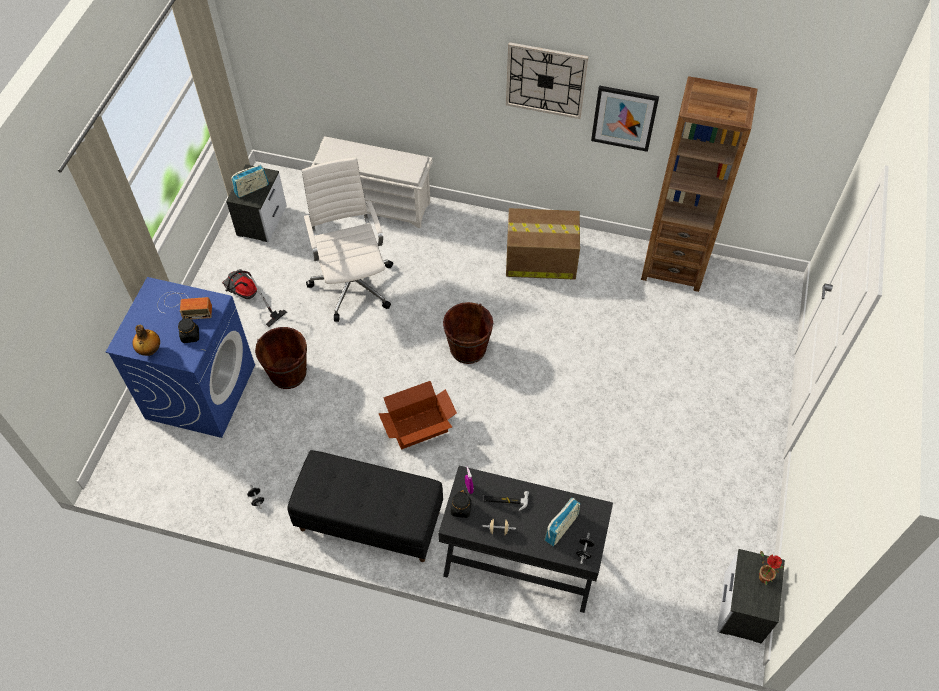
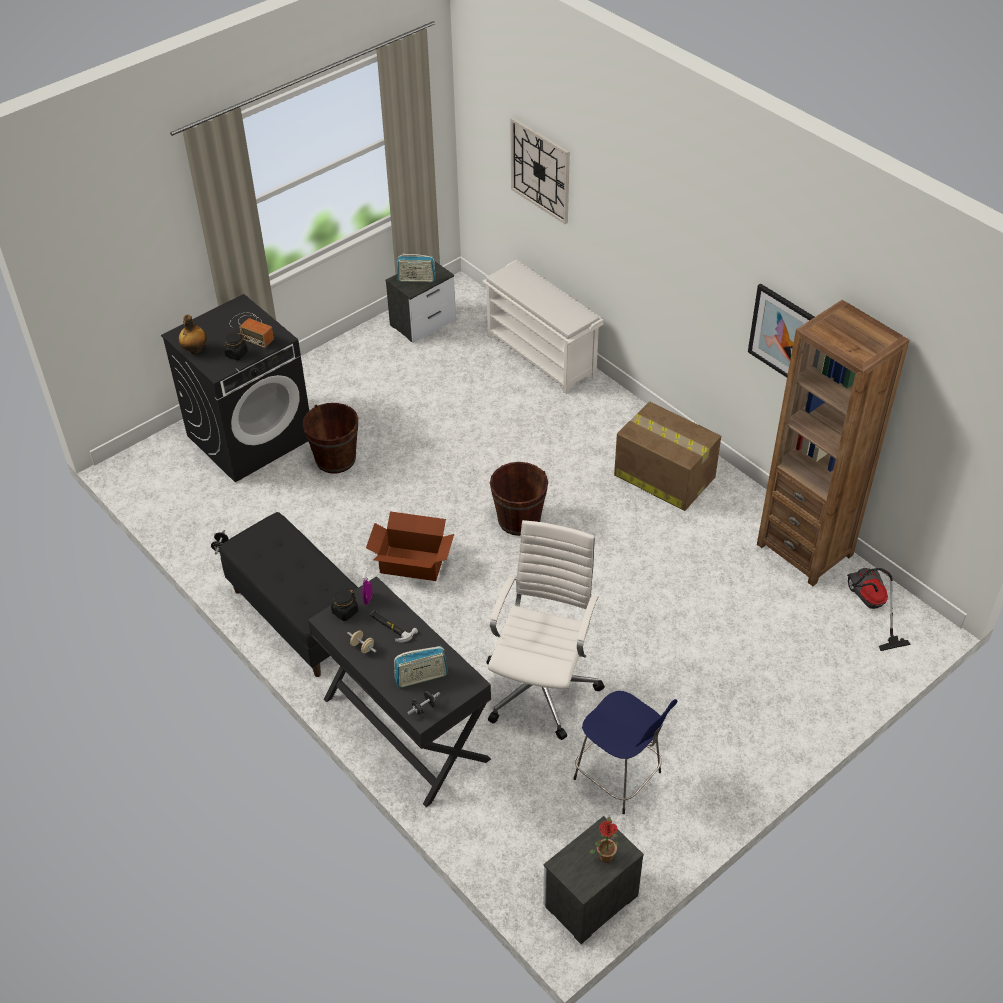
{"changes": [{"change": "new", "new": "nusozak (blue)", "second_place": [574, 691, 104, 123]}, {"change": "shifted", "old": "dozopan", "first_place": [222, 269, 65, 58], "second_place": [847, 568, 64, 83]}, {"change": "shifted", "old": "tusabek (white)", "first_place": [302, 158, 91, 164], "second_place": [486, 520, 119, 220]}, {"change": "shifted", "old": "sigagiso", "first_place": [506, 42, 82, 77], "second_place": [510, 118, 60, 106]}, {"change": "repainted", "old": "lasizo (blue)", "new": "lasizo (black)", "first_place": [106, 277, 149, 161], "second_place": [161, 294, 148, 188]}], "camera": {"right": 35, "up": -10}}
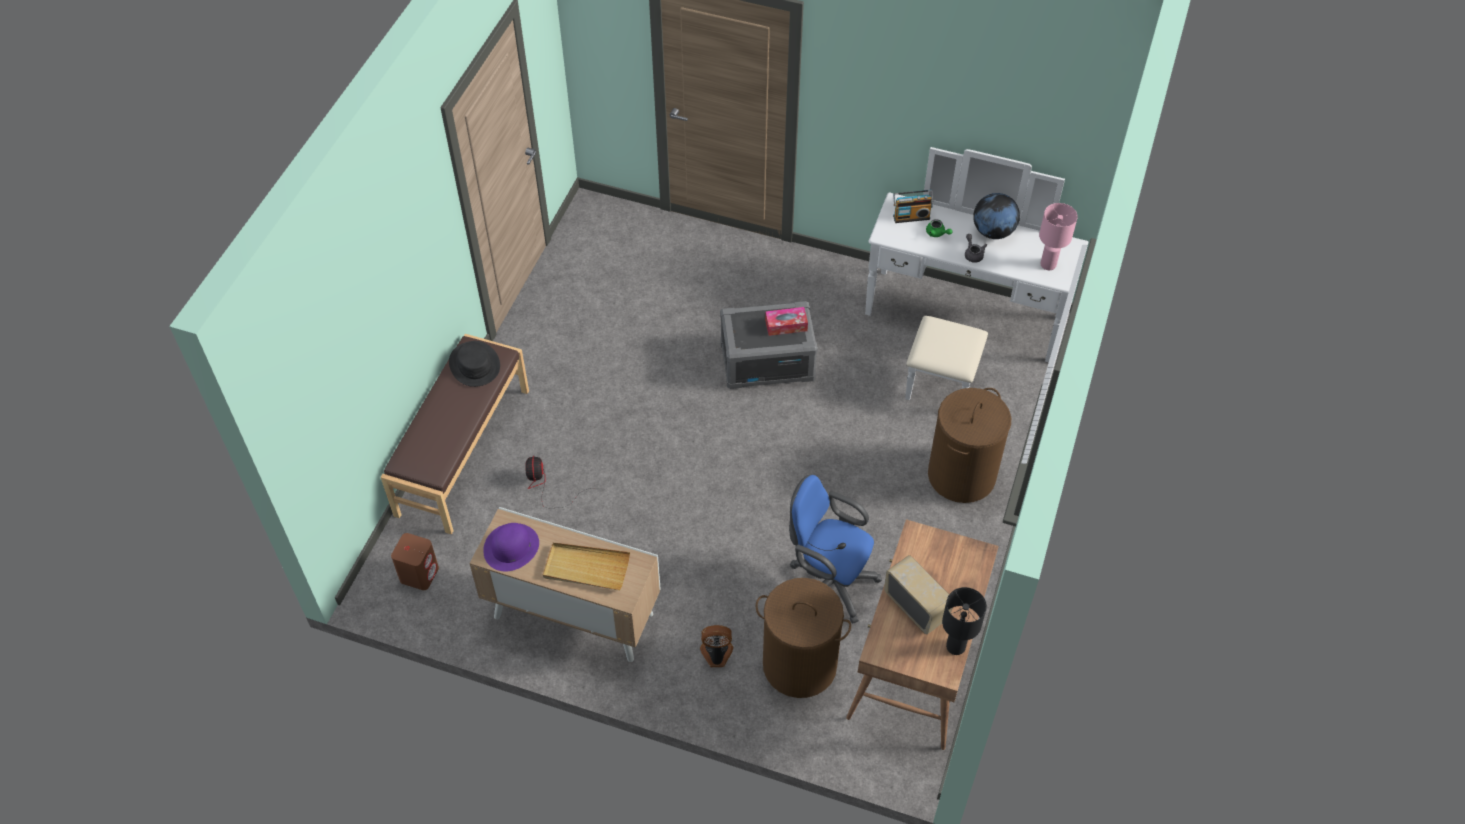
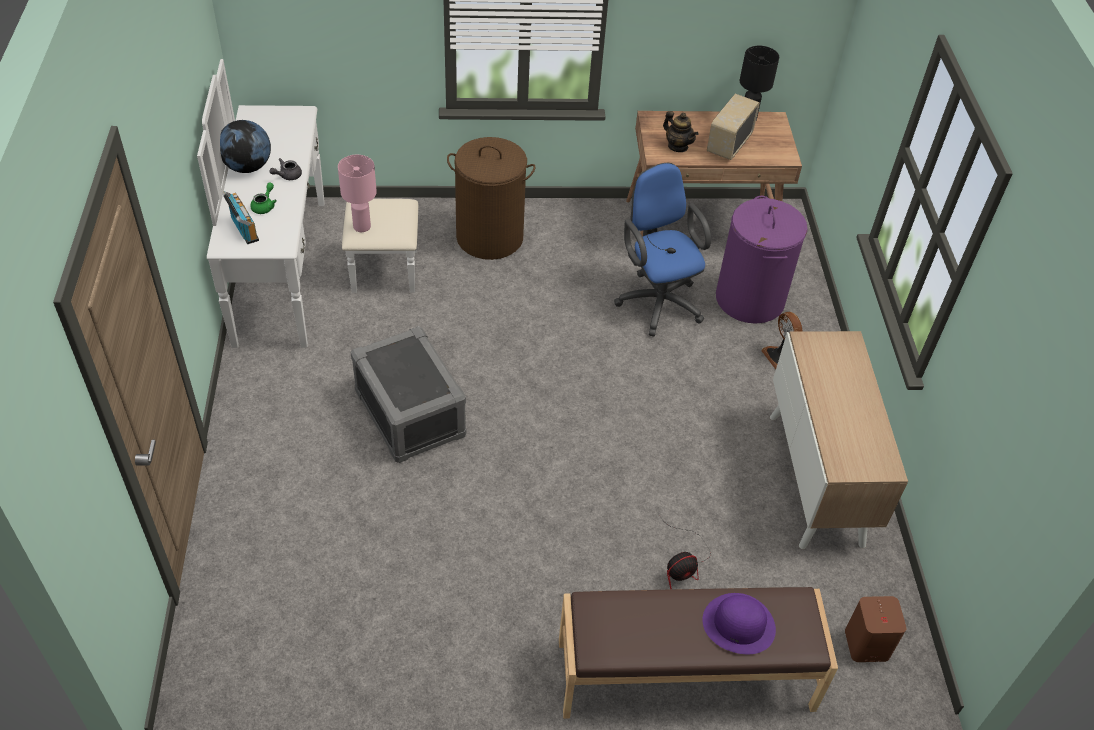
{"changes": [{"change": "gone", "old": "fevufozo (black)", "first_place": [449, 341, 51, 46]}, {"change": "gone", "old": "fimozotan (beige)", "first_place": [543, 542, 87, 49]}, {"change": "gone", "old": "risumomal", "first_place": [765, 307, 43, 29]}, {"change": "new", "new": "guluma", "second_place": [663, 111, 36, 41]}, {"change": "shifted", "old": "fevufozo (purple)", "first_place": [483, 523, 56, 49], "second_place": [702, 593, 74, 61]}, {"change": "shifted", "old": "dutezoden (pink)", "first_place": [1039, 203, 39, 67], "second_place": [338, 155, 39, 77]}, {"change": "repainted", "old": "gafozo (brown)", "new": "gafozo (purple)", "first_place": [756, 578, 95, 120], "second_place": [716, 196, 92, 128]}, {"change": "rotated", "old": "tusabek (blue)", "first_place": [789, 474, 93, 150], "second_place": [614, 163, 97, 173], "degrees": 150}], "camera": {"right": -115, "up": -5}}
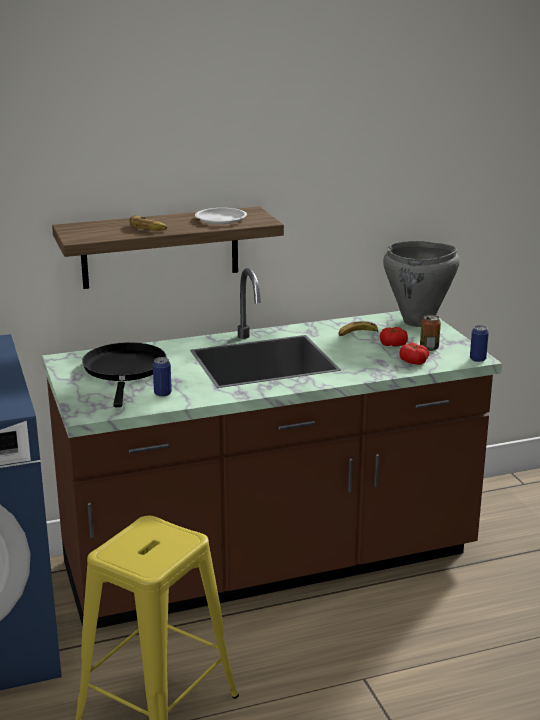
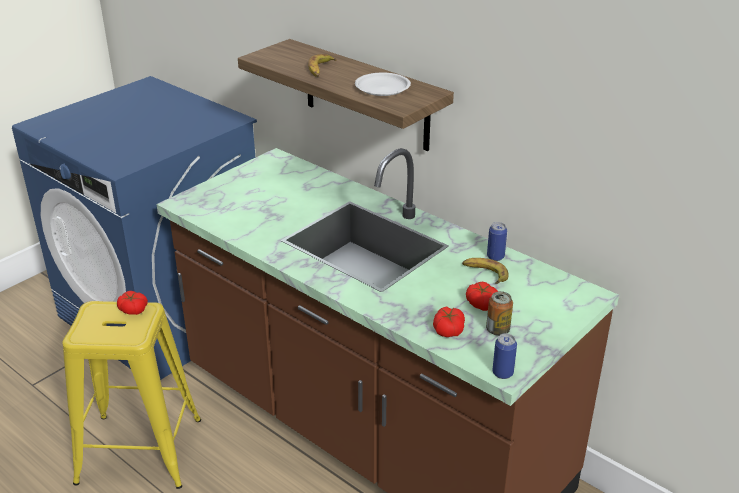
{"changes": [{"change": "gone", "old": "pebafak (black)", "first_place": [82, 342, 85, 65]}, {"change": "gone", "old": "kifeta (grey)", "first_place": [383, 241, 77, 86]}, {"change": "new", "new": "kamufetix", "second_place": [117, 291, 31, 24]}, {"change": "shifted", "old": "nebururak", "first_place": [153, 357, 19, 40], "second_place": [487, 222, 20, 39]}], "camera": {"right": 60, "up": 10}}
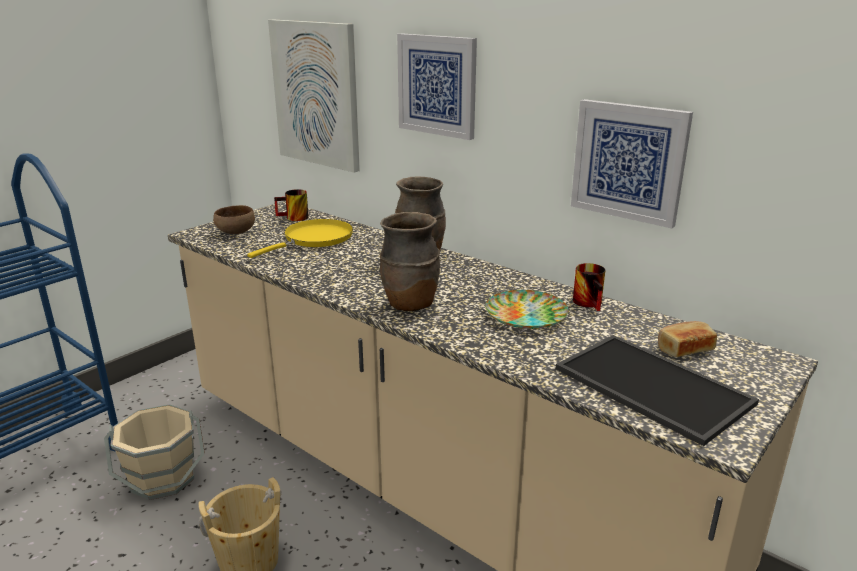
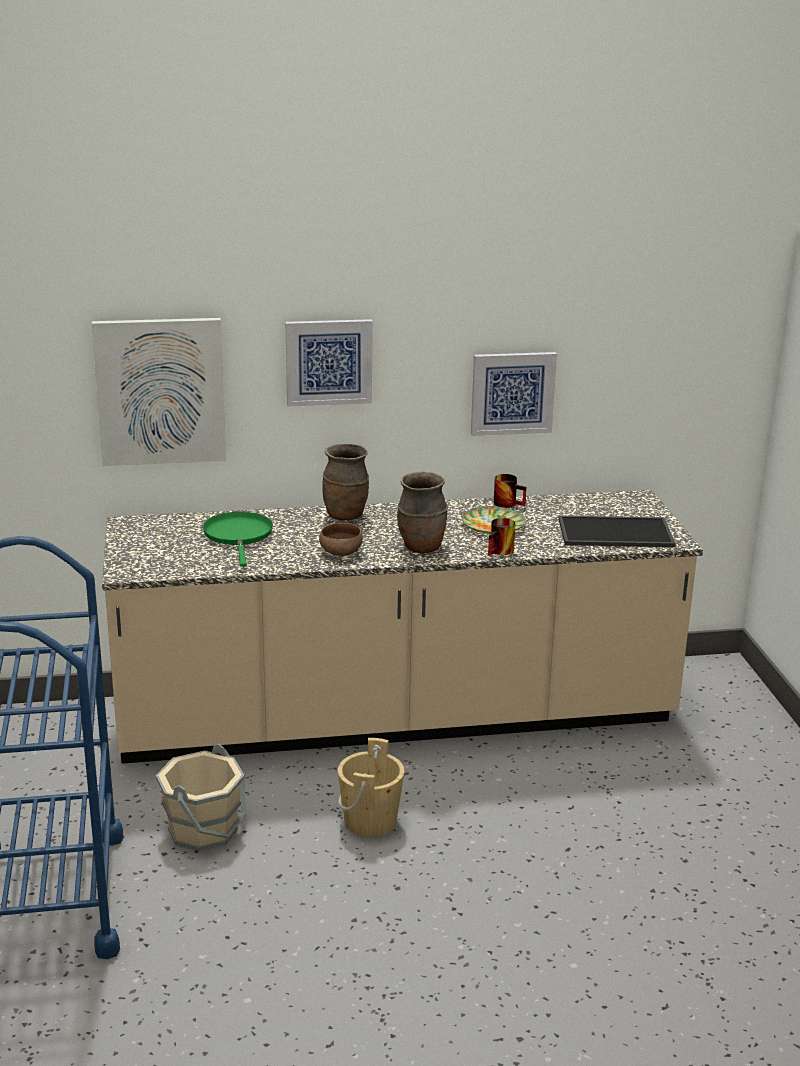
{"changes": [{"change": "gone", "old": "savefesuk", "first_place": [658, 321, 59, 36]}, {"change": "shifted", "old": "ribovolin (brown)", "first_place": [213, 205, 42, 29], "second_place": [319, 523, 44, 33]}, {"change": "shifted", "old": "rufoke", "first_place": [274, 189, 35, 32], "second_place": [488, 518, 28, 38]}, {"change": "repainted", "old": "pebafak (yellow)", "new": "pebafak (green)", "first_place": [247, 219, 106, 39], "second_place": [203, 512, 70, 55]}], "camera": {"right": -50, "up": 0}}
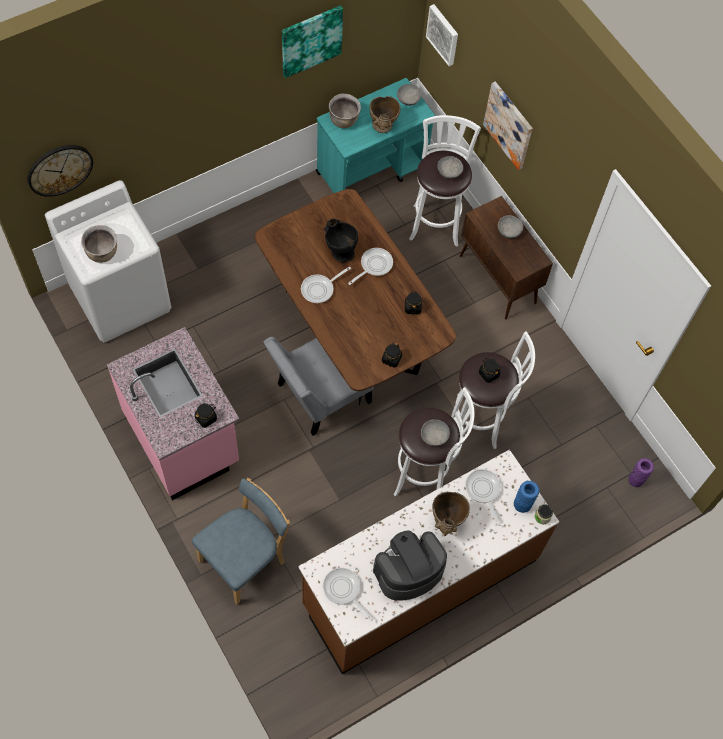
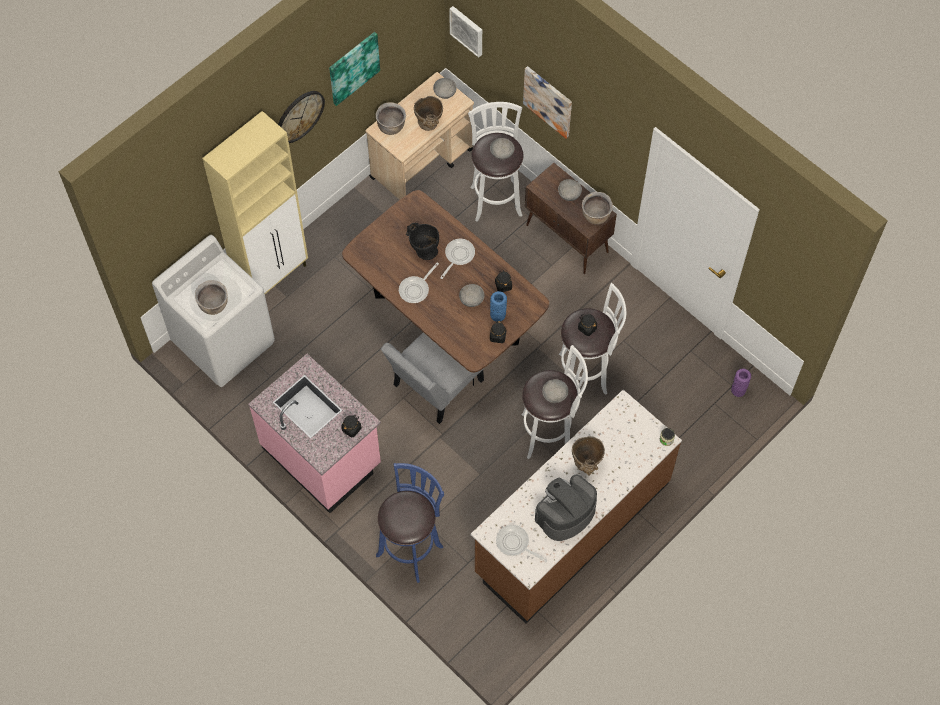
{"changes": [{"change": "gone", "old": "pebafak", "first_place": [465, 469, 36, 57]}, {"change": "new", "new": "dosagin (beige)", "second_place": [202, 111, 106, 183]}, {"change": "new", "new": "ribovolin (grey)", "second_place": [459, 284, 26, 23]}, {"change": "new", "new": "kifeta (brown)", "second_place": [582, 192, 31, 32]}, {"change": "shifted", "old": "sigagiso", "first_place": [27, 145, 66, 52], "second_place": [278, 91, 47, 52]}, {"change": "shifted", "old": "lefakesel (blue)", "first_place": [514, 481, 26, 32], "second_place": [490, 291, 17, 31]}, {"change": "swapped", "old": "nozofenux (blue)", "new": "nusozak (blue)", "first_place": [192, 478, 98, 127], "second_place": [376, 463, 68, 120]}, {"change": "repainted", "old": "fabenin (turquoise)", "new": "fabenin (beige)", "first_place": [316, 78, 119, 115], "second_place": [366, 72, 108, 128]}], "camera": {"right": -10, "up": 0}}
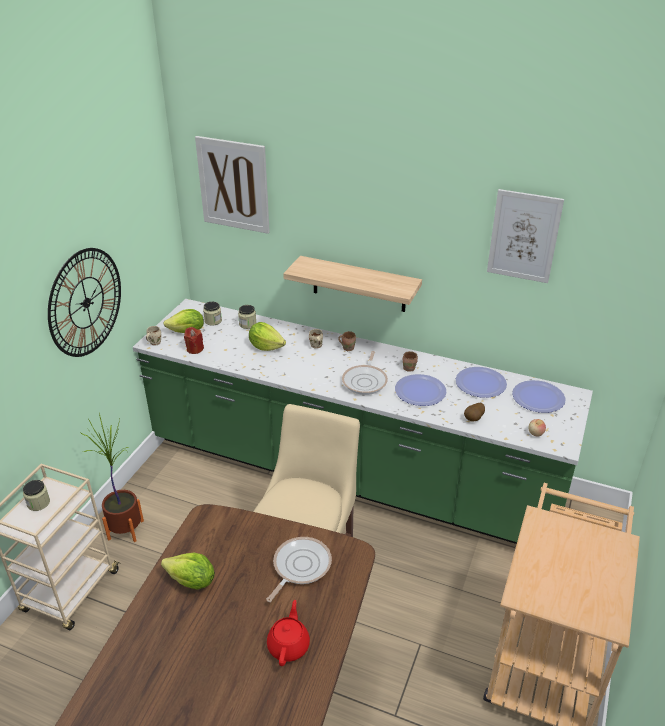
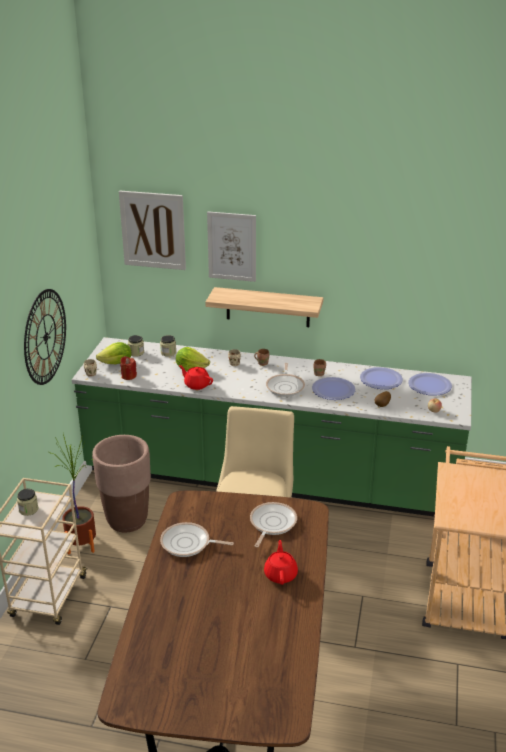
{"changes": [{"change": "new", "new": "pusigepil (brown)", "second_place": [92, 435, 59, 97]}, {"change": "new", "new": "guluma (red)", "second_place": [179, 365, 34, 25]}, {"change": "shifted", "old": "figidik", "first_place": [487, 189, 77, 94], "second_place": [207, 211, 49, 71]}, {"change": "swapped", "old": "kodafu", "new": "pebafak", "first_place": [161, 553, 54, 37], "second_place": [160, 522, 74, 35]}], "camera": {"right": -10, "up": -5}}
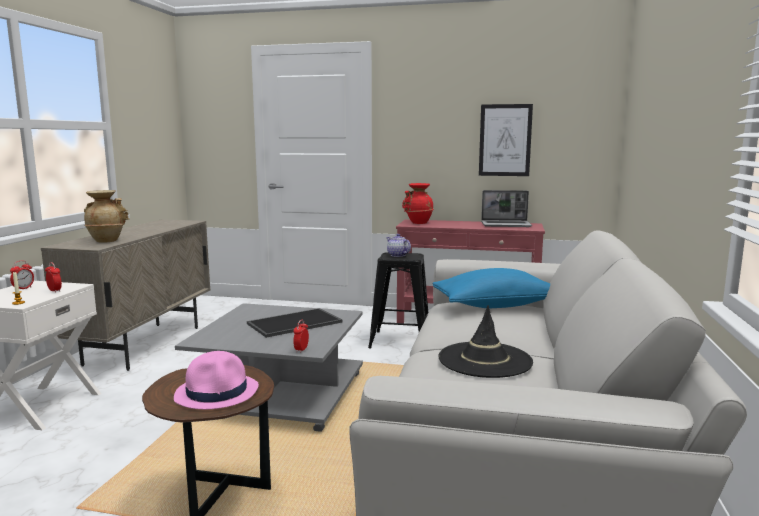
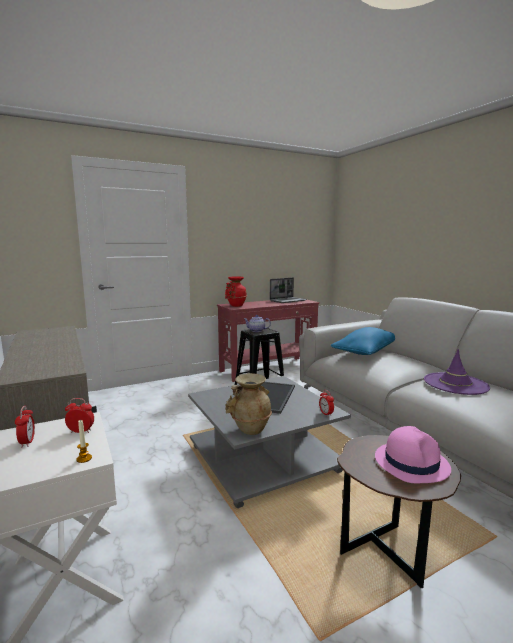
{"changes": [{"change": "gone", "old": "figidik", "first_place": [479, 104, 54, 72]}, {"change": "shifted", "old": "lefakesel (beige)", "first_place": [84, 190, 45, 53], "second_place": [225, 373, 47, 62]}, {"change": "repainted", "old": "fevufozo (black)", "new": "fevufozo (purple)", "first_place": [438, 305, 95, 73], "second_place": [424, 349, 66, 46]}], "camera": {"right": -40, "up": 0}}
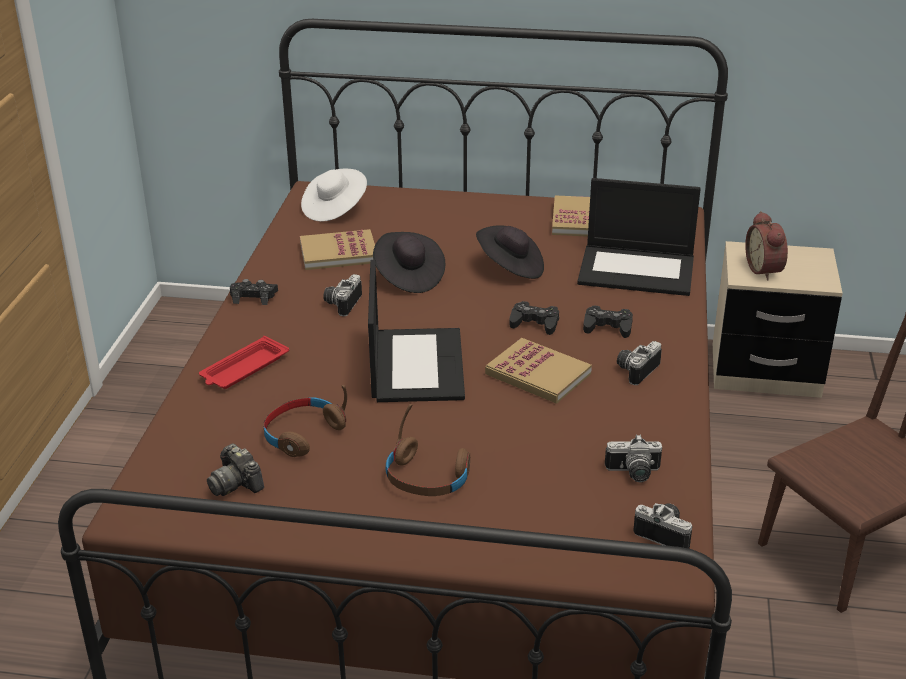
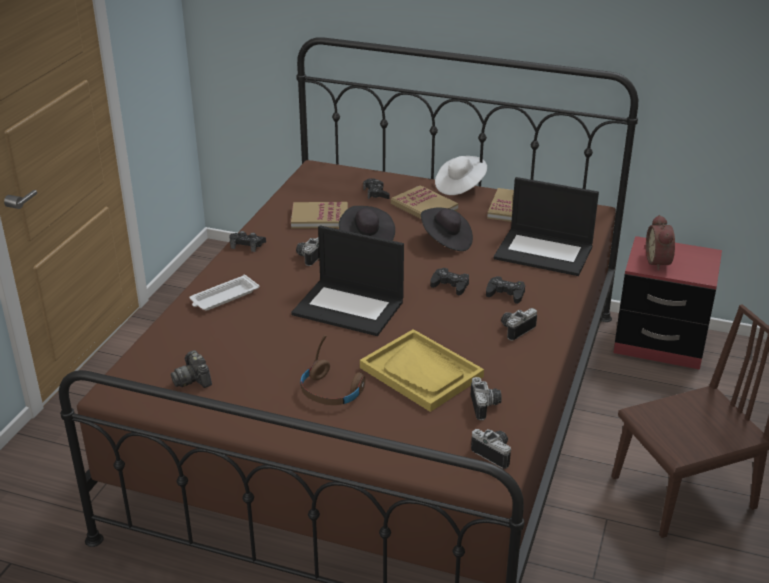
{"changes": [{"change": "gone", "old": "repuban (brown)", "first_place": [264, 385, 83, 72]}, {"change": "new", "new": "fimozotan (yellow)", "second_place": [360, 329, 124, 83]}, {"change": "new", "new": "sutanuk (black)", "second_place": [363, 178, 27, 22]}, {"change": "shifted", "old": "fevufozo (white)", "first_place": [301, 169, 66, 53], "second_place": [435, 156, 52, 39]}, {"change": "shifted", "old": "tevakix", "first_place": [485, 338, 107, 66], "second_place": [391, 185, 67, 34]}, {"change": "repainted", "old": "fimozotan (red)", "new": "fimozotan (white)", "first_place": [199, 336, 90, 53], "second_place": [189, 275, 70, 36]}, {"change": "repainted", "old": "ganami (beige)", "new": "ganami (red)", "first_place": [713, 241, 130, 157], "second_place": [613, 236, 109, 134]}, {"change": "rotated", "old": "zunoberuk", "first_place": [368, 260, 97, 142], "second_place": [291, 225, 113, 111], "degrees": 105}, {"change": "rotated", "old": "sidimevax", "first_place": [605, 434, 57, 48], "second_place": [471, 377, 31, 43], "degrees": -105}], "camera": {"right": 10, "up": 0}}
